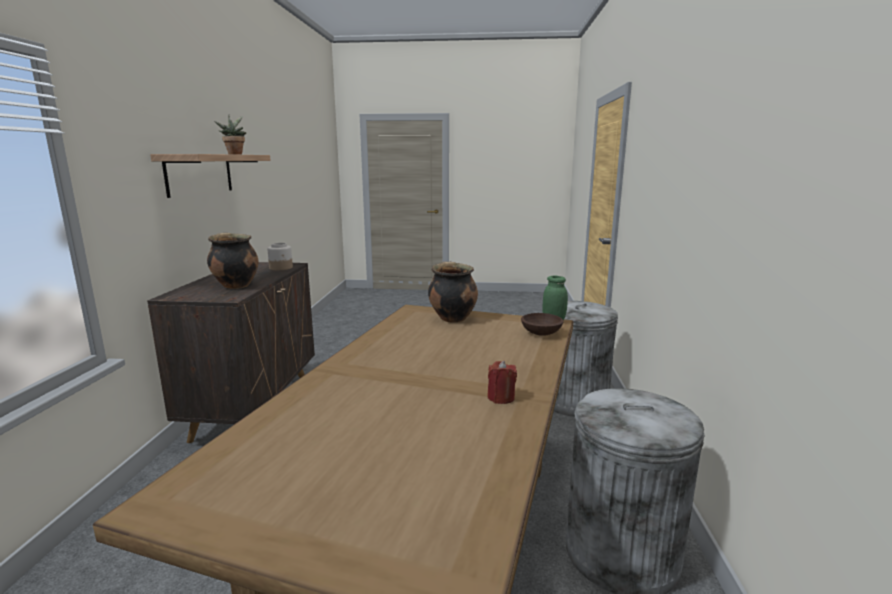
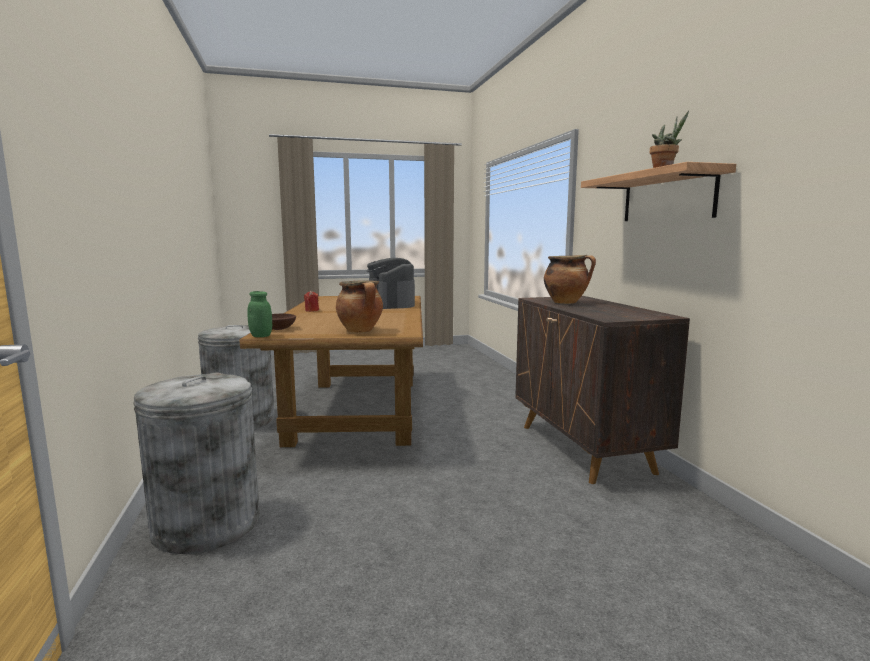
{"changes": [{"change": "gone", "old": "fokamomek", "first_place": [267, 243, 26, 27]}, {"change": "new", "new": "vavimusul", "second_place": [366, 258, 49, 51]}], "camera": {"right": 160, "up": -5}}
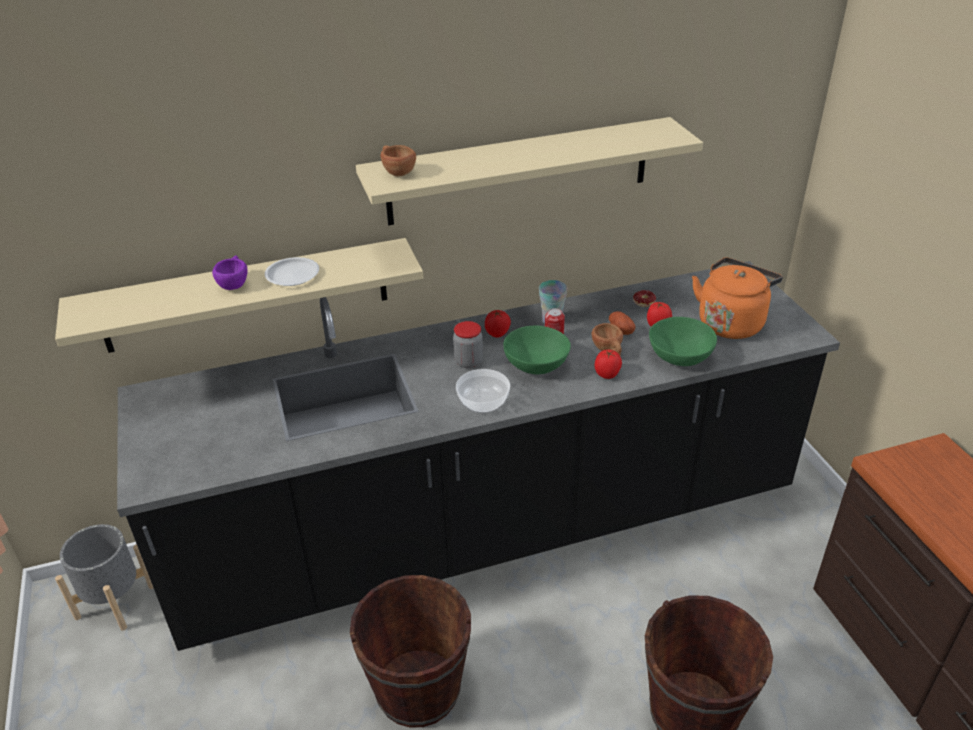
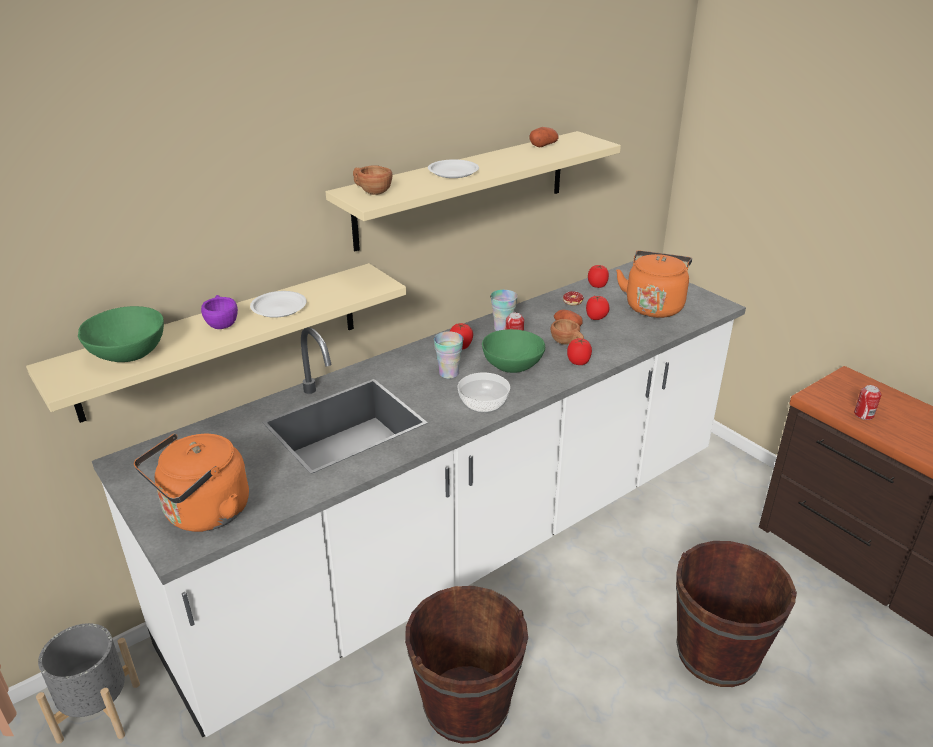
{"changes": [{"change": "new", "new": "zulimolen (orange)", "second_place": [134, 433, 115, 99]}, {"change": "new", "new": "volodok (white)", "second_place": [428, 159, 51, 19]}, {"change": "new", "new": "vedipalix", "second_place": [529, 127, 30, 20]}, {"change": "new", "new": "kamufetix", "second_place": [588, 265, 21, 23]}, {"change": "new", "new": "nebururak", "second_place": [854, 385, 27, 35]}, {"change": "shifted", "old": "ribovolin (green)", "first_place": [649, 317, 68, 49], "second_place": [78, 306, 86, 56]}, {"change": "swapped", "old": "fokamomek", "new": "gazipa", "first_place": [453, 321, 30, 47], "second_place": [434, 331, 29, 48]}, {"change": "repainted", "old": "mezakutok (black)", "new": "mezakutok (white)", "first_place": [117, 261, 723, 390], "second_place": [92, 261, 654, 477]}], "camera": {"right": -20, "up": -5}}
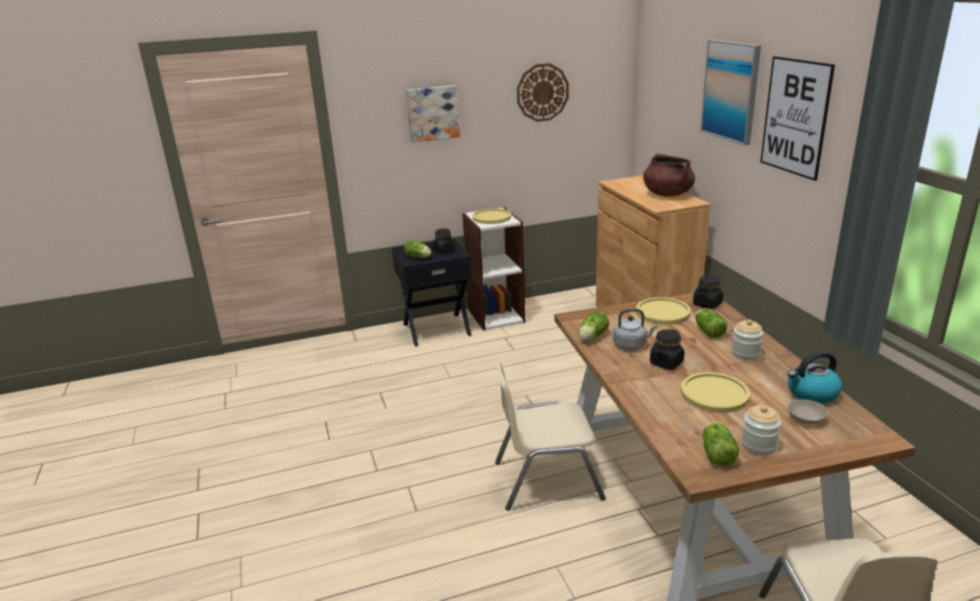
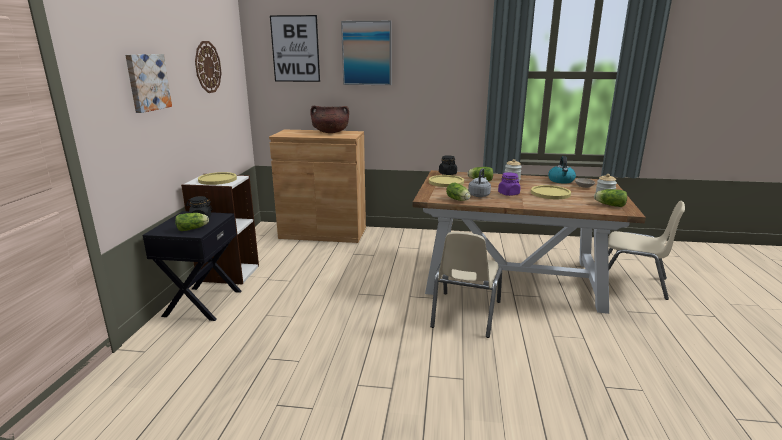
{"changes": [{"change": "shifted", "old": "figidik", "first_place": [760, 56, 75, 125], "second_place": [270, 15, 50, 67]}, {"change": "repainted", "old": "fokamomek (black)", "new": "fokamomek (purple)", "first_place": [650, 329, 34, 41], "second_place": [498, 172, 22, 24]}], "camera": {"right": -65, "up": -5}}
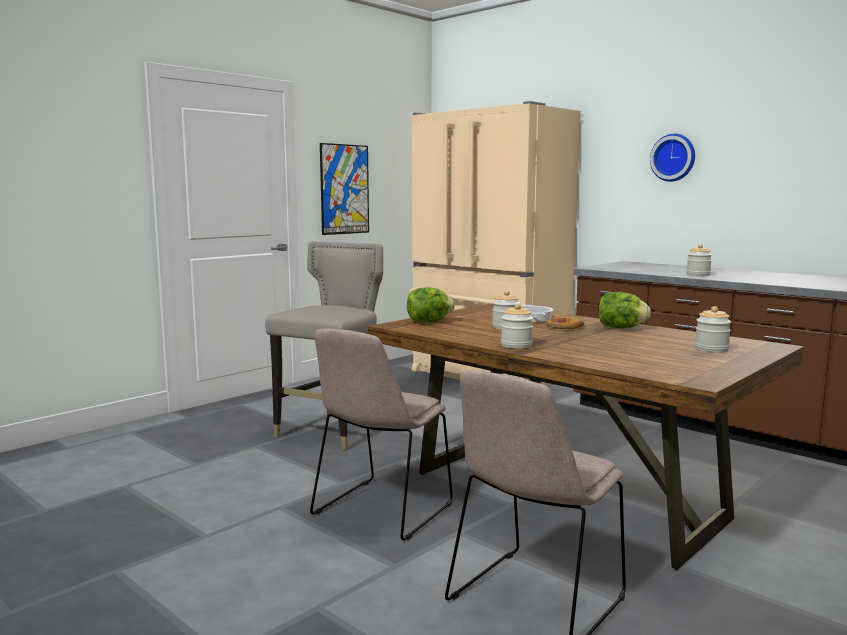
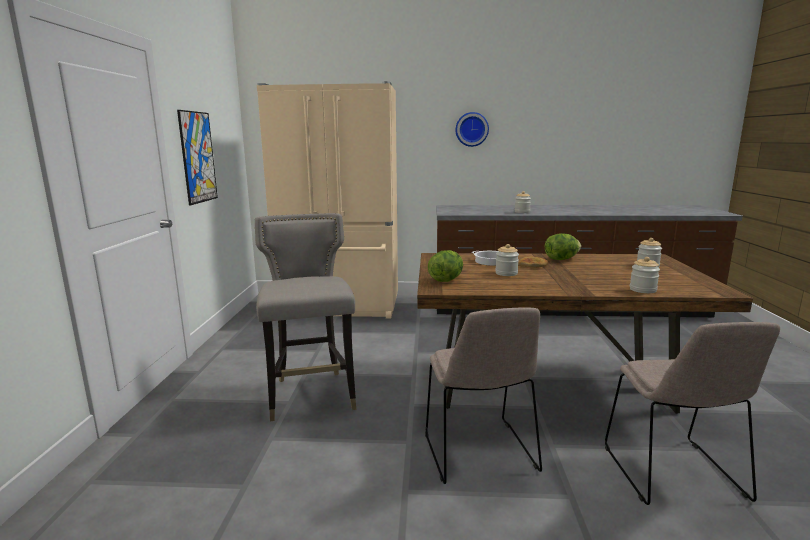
{"changes": [{"change": "shifted", "old": "fokamomek", "first_place": [501, 303, 32, 46], "second_place": [630, 257, 30, 36]}], "camera": {"right": -40, "up": 5}}
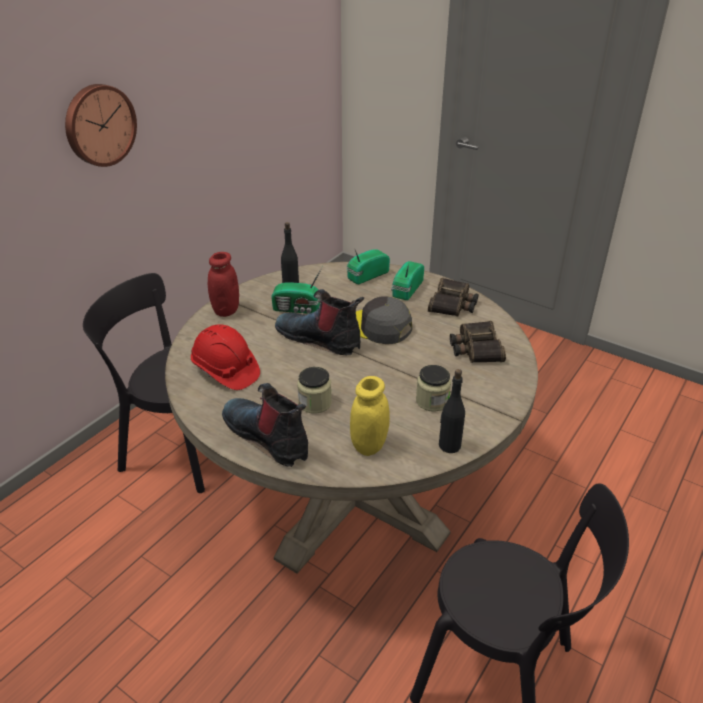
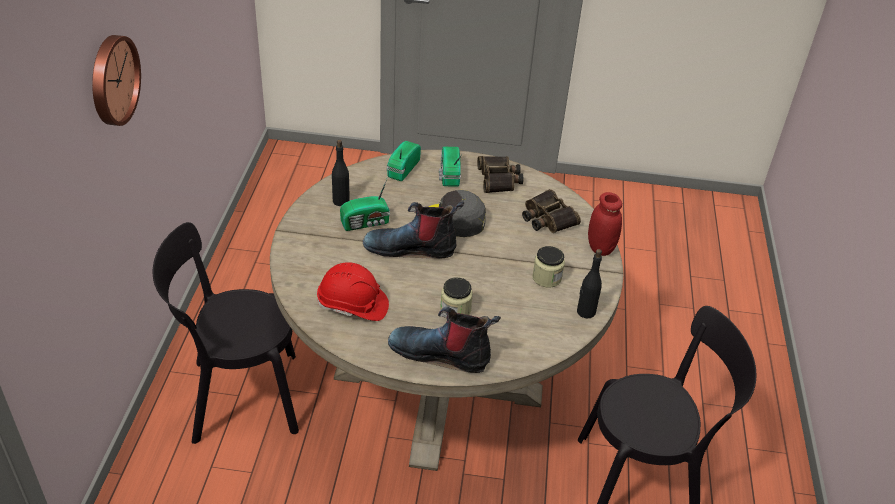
{"changes": [{"change": "gone", "old": "fokamomek (yellow)", "first_place": [350, 376, 40, 80]}, {"change": "shifted", "old": "fokamomek (red)", "first_place": [208, 252, 31, 65], "second_place": [588, 192, 34, 64]}], "camera": {"right": -30, "up": 5}}
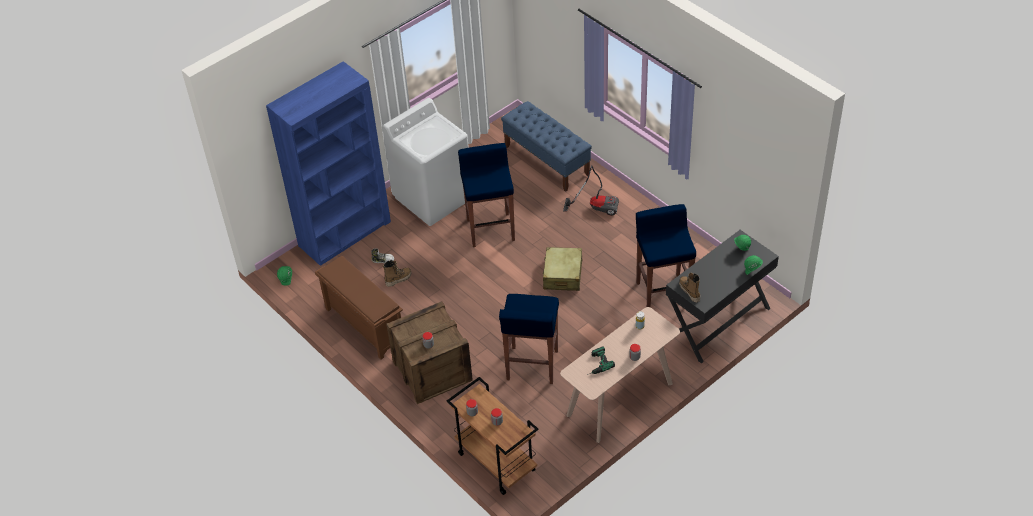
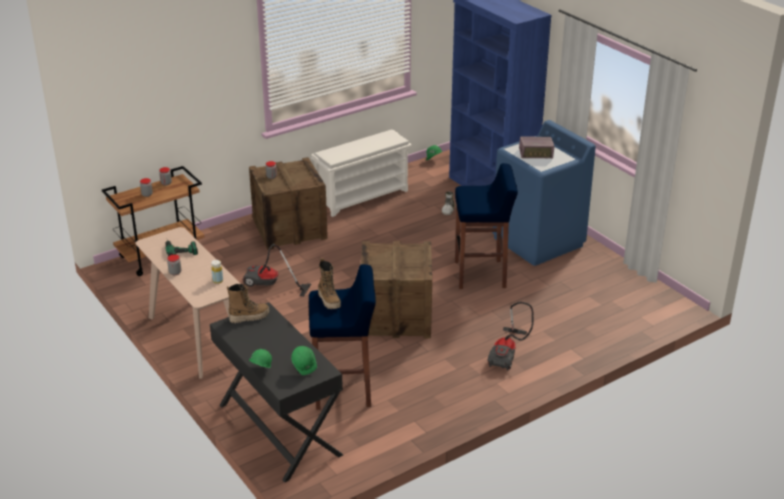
{"changes": [{"change": "gone", "old": "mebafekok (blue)", "first_place": [501, 101, 91, 91]}, {"change": "new", "new": "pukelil", "second_place": [519, 136, 36, 22]}, {"change": "shifted", "old": "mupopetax", "first_place": [383, 260, 28, 27], "second_place": [318, 258, 23, 51]}, {"change": "swapped", "old": "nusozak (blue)", "new": "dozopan", "first_place": [499, 294, 60, 90], "second_place": [243, 244, 68, 53]}, {"change": "swapped", "old": "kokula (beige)", "new": "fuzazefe", "first_place": [543, 247, 39, 44], "second_place": [361, 241, 71, 97]}, {"change": "repainted", "old": "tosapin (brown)", "new": "tosapin (white)", "first_place": [315, 256, 88, 103], "second_place": [311, 130, 101, 87]}, {"change": "repainted", "old": "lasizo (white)", "new": "lasizo (blue)", "first_place": [383, 98, 86, 128], "second_place": [492, 120, 104, 146]}], "camera": {"right": 95, "up": -15}}
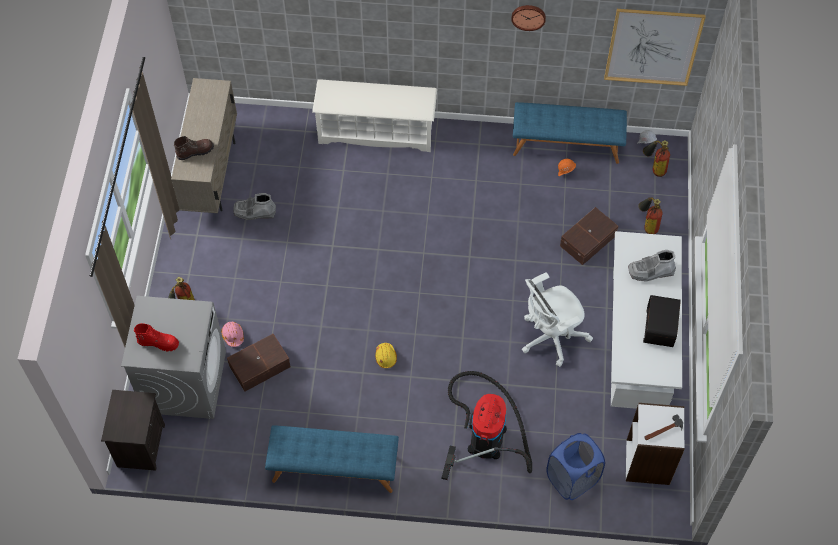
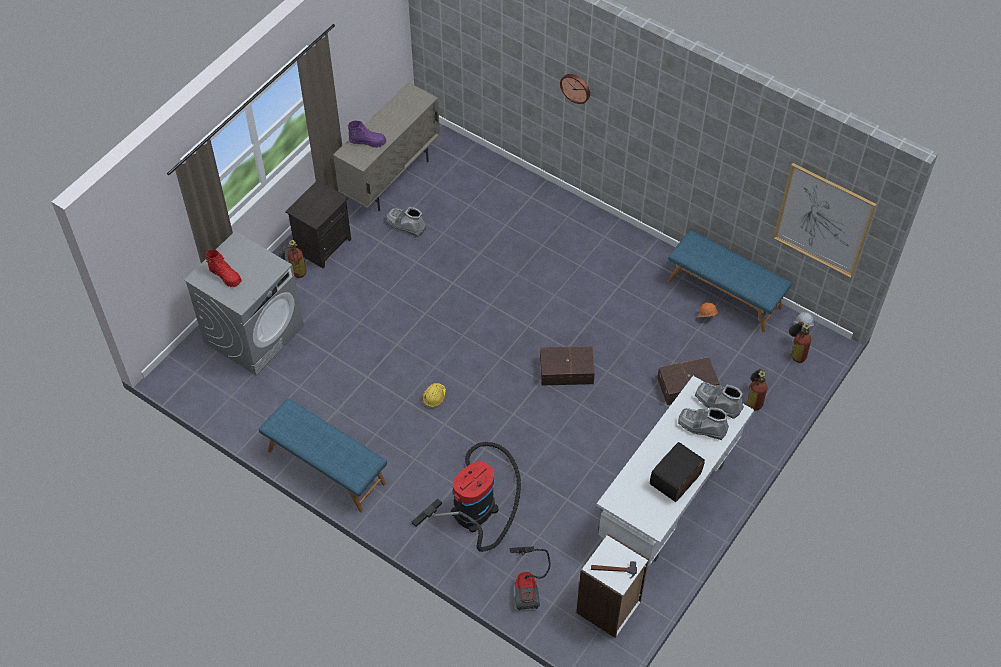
{"changes": [{"change": "gone", "old": "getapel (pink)", "first_place": [221, 322, 23, 25]}, {"change": "gone", "old": "tosapin (white)", "first_place": [312, 79, 125, 73]}, {"change": "gone", "old": "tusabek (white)", "first_place": [522, 272, 71, 95]}, {"change": "new", "new": "mupopetax (grey)", "second_place": [695, 382, 49, 37]}, {"change": "shifted", "old": "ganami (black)", "first_place": [101, 390, 64, 81], "second_place": [285, 180, 66, 88]}, {"change": "shifted", "old": "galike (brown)", "first_place": [227, 334, 64, 58], "second_place": [540, 346, 55, 40]}, {"change": "shifted", "old": "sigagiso", "first_place": [511, 5, 35, 26], "second_place": [560, 74, 30, 30]}, {"change": "swapped", "old": "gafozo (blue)", "new": "dozopan", "first_place": [546, 433, 59, 67], "second_place": [510, 546, 41, 64]}, {"change": "repainted", "old": "mupopetax (brown)", "new": "mupopetax (purple)", "first_place": [174, 136, 40, 24], "second_place": [348, 121, 38, 27]}], "camera": {"right": 30, "up": -5}}
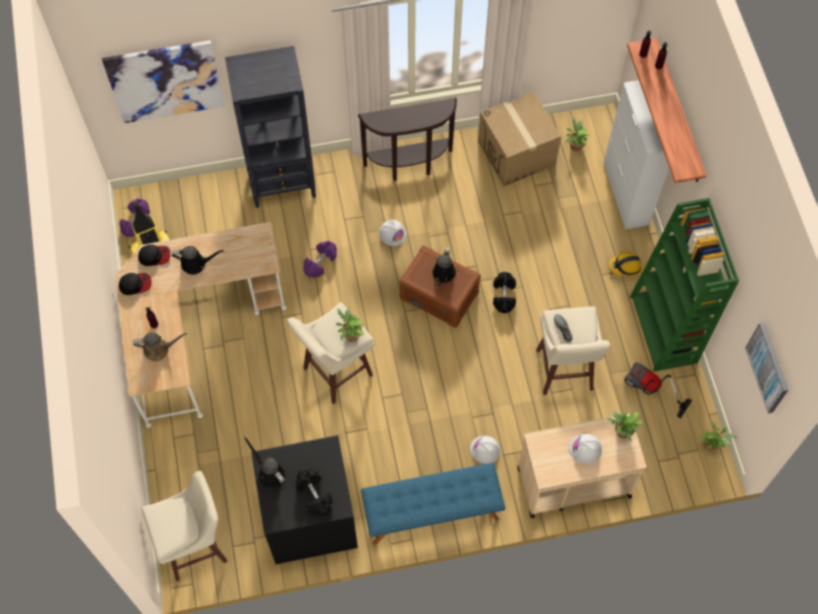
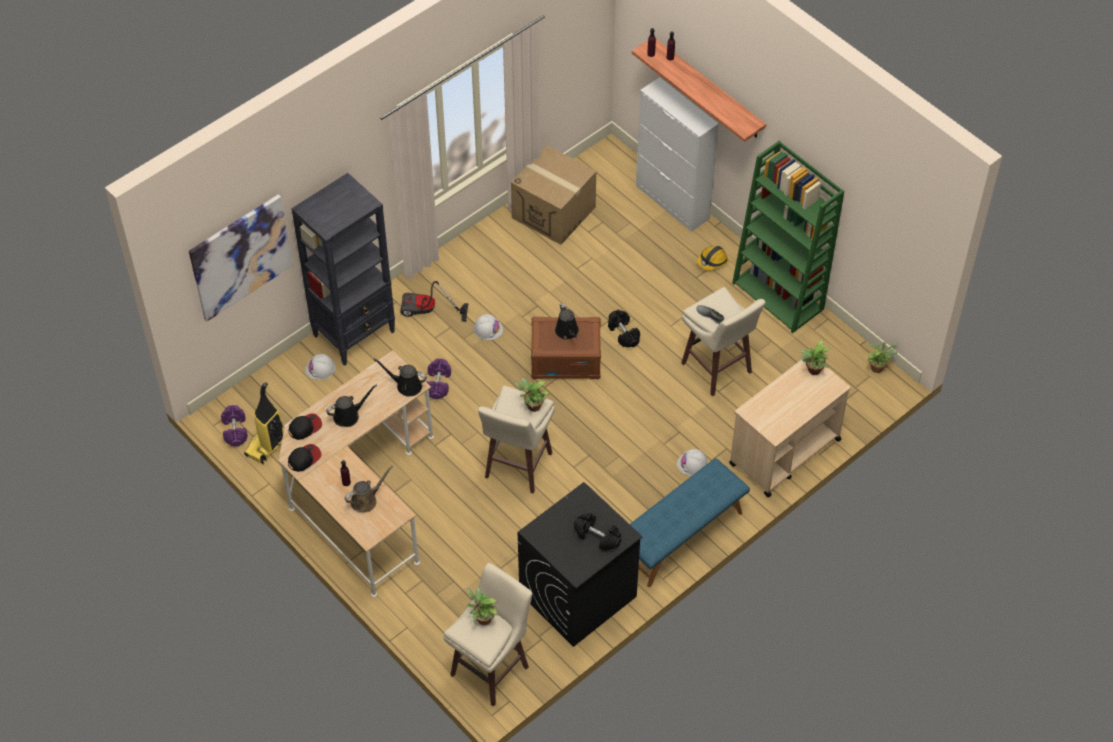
{"changes": [{"change": "gone", "old": "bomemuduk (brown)", "first_place": [358, 98, 99, 83]}, {"change": "gone", "old": "figidik", "first_place": [745, 323, 43, 90]}, {"change": "shifted", "old": "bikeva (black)", "first_place": [243, 437, 42, 51], "second_place": [374, 358, 53, 39]}, {"change": "shifted", "old": "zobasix", "first_place": [566, 117, 23, 34], "second_place": [467, 587, 31, 38]}, {"change": "shifted", "old": "getapel (white)", "first_place": [568, 434, 34, 30], "second_place": [305, 354, 31, 26]}, {"change": "shifted", "old": "dozopan", "first_place": [624, 362, 68, 57], "second_place": [400, 281, 69, 41]}], "camera": {"right": -30, "up": -10}}
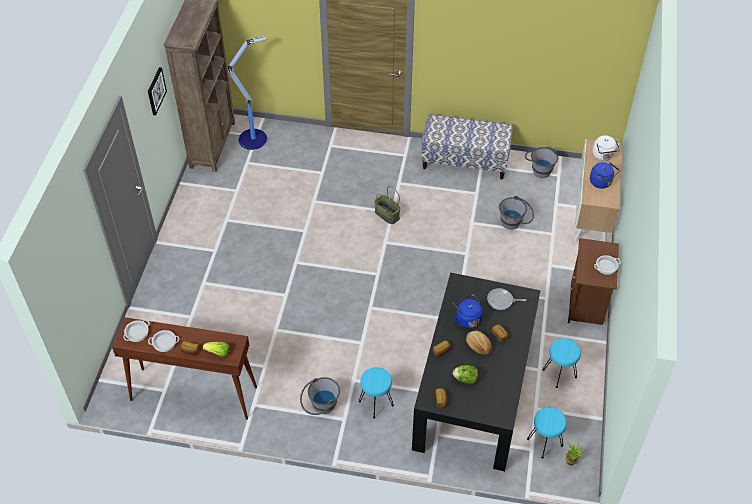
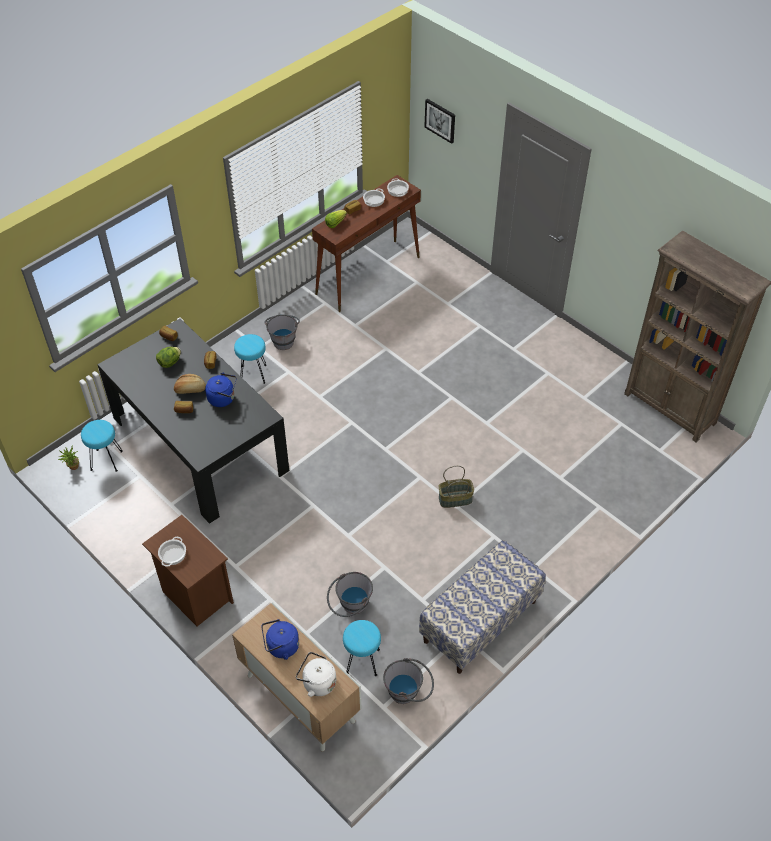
{"changes": [{"change": "gone", "old": "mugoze", "first_place": [228, 36, 39, 114]}, {"change": "gone", "old": "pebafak", "first_place": [487, 288, 40, 22]}, {"change": "shifted", "old": "figidik", "first_place": [148, 67, 19, 48], "second_place": [424, 99, 31, 45]}, {"change": "shifted", "old": "nusozak (turquoise)", "first_place": [542, 338, 39, 50], "second_place": [343, 620, 38, 57]}], "camera": {"right": 125, "up": 0}}
